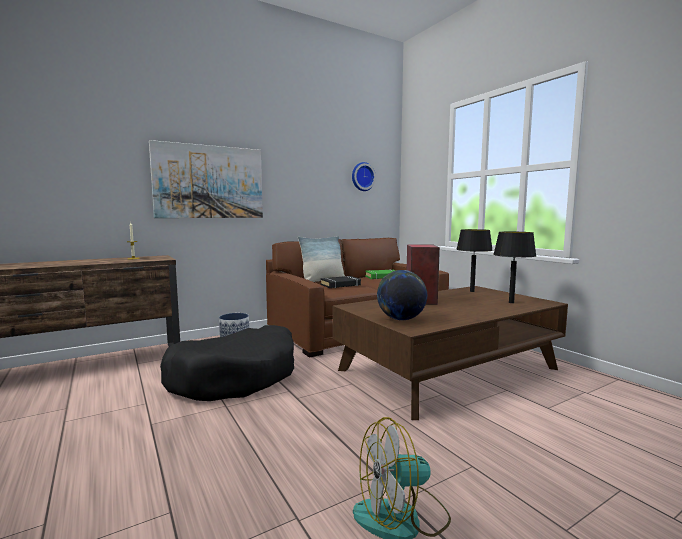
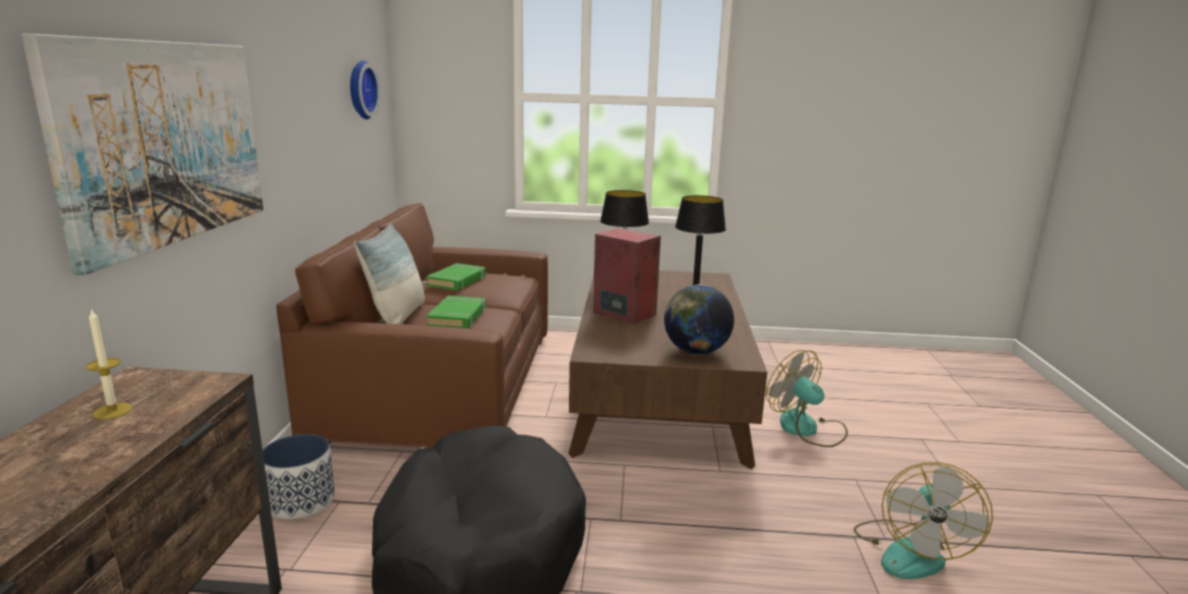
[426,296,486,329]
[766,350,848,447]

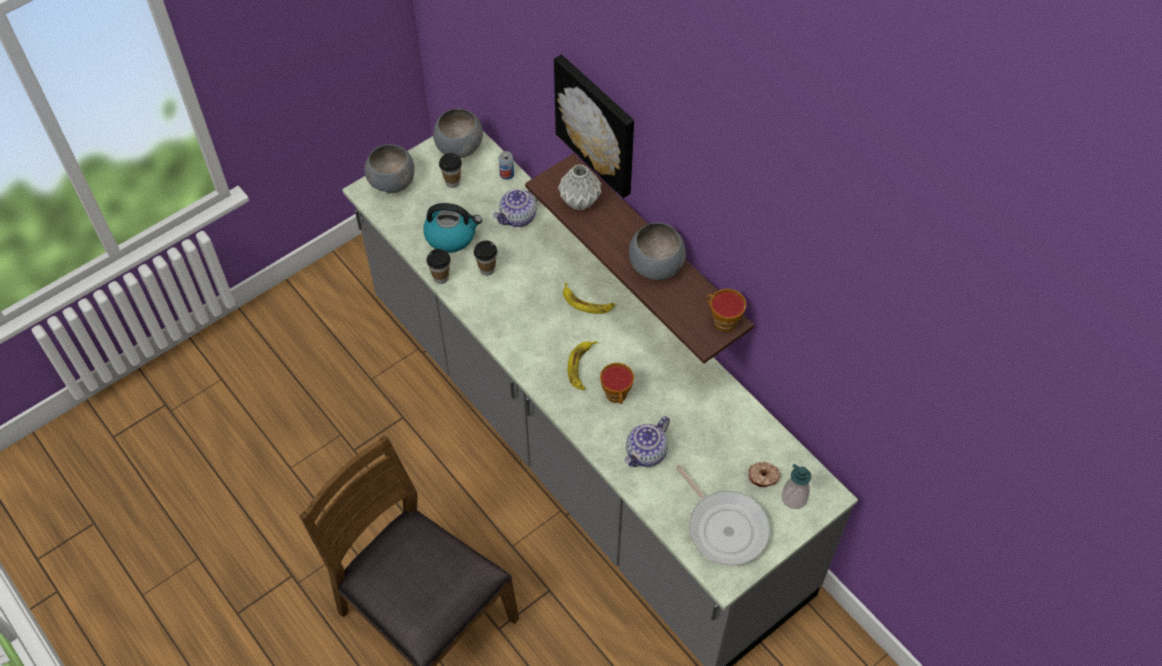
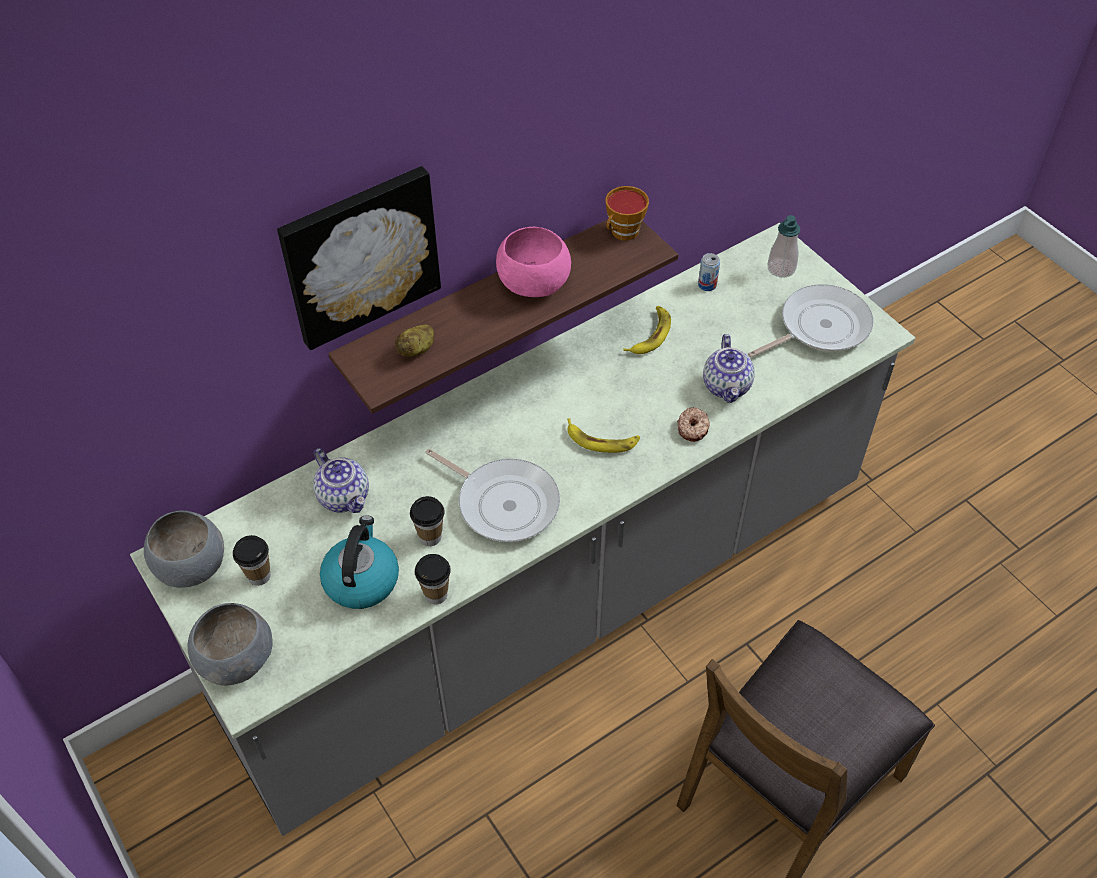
[395,325,434,357]
[425,449,560,542]
[496,227,571,297]
[623,306,671,354]
[677,407,710,442]
[698,253,720,291]
[703,334,755,403]
[600,363,634,404] (first image)

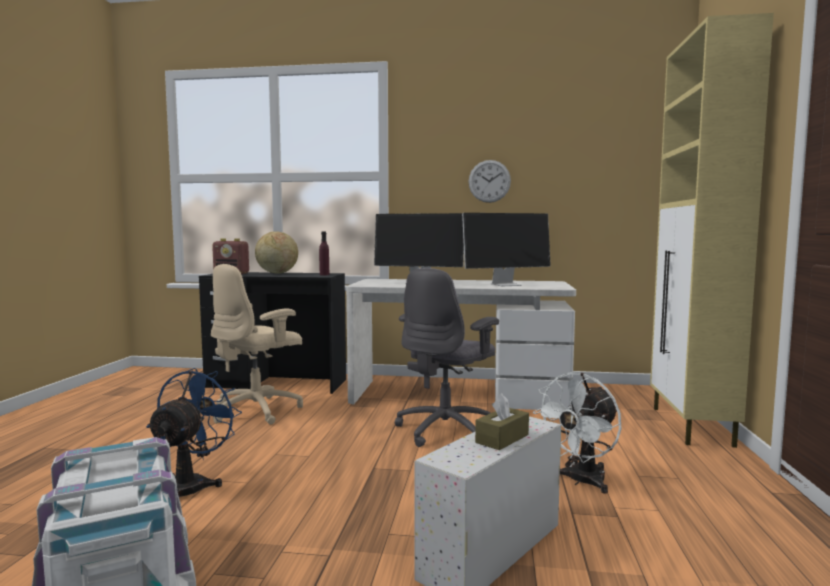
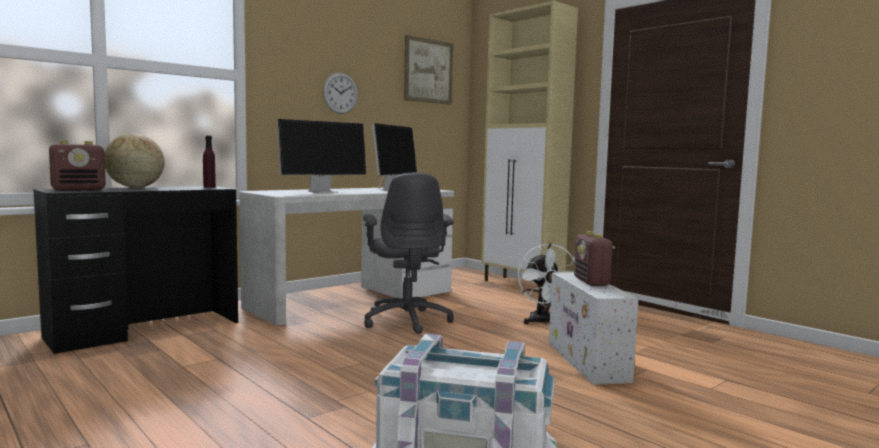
[404,35,453,105]
[574,231,615,286]
[146,368,242,497] (first image)
[211,264,303,425] (first image)

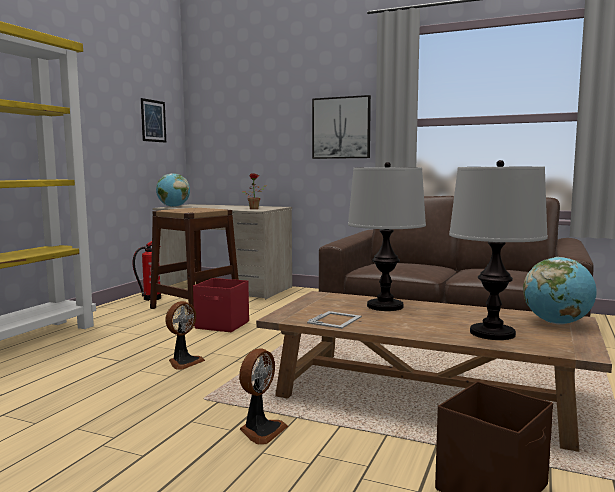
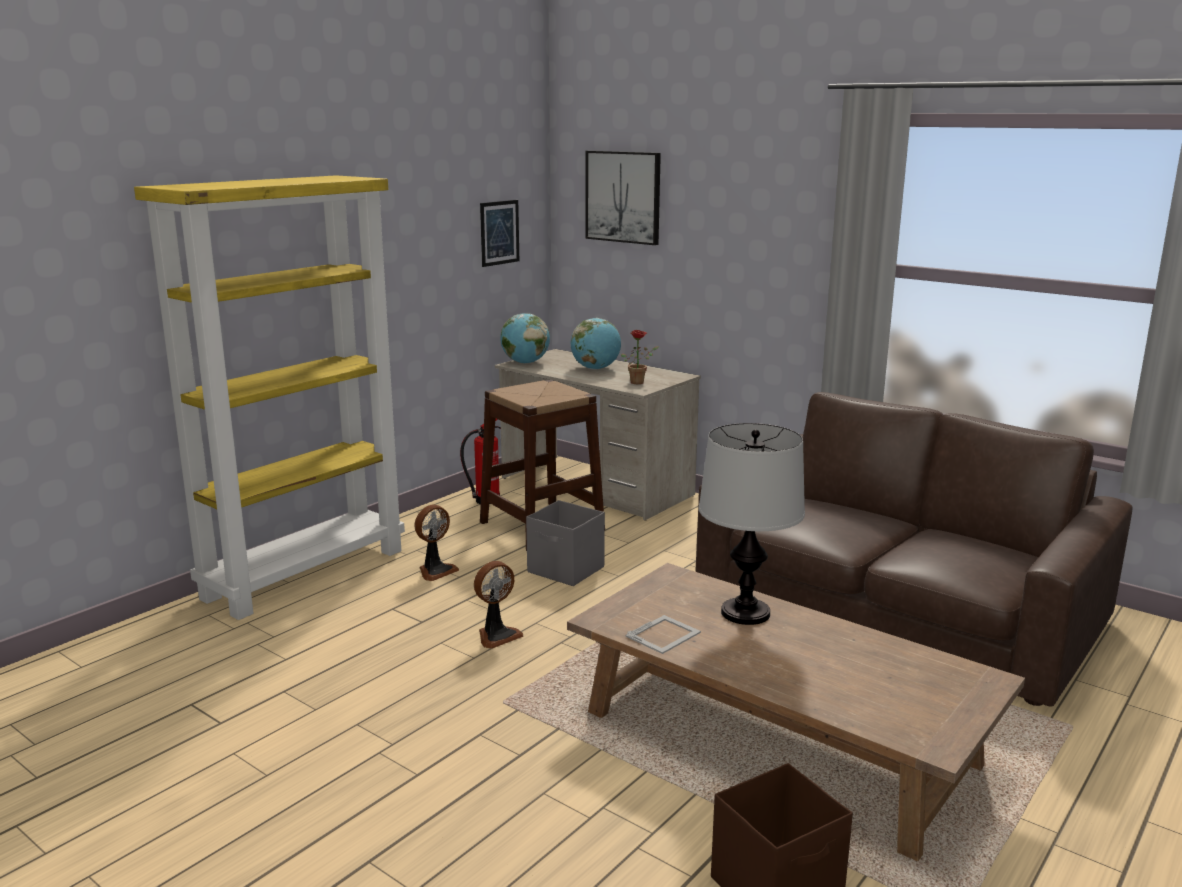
[415,505,459,581]
[526,500,605,586]
[571,318,621,370]
[586,151,661,245]
[449,160,548,340] (first image)

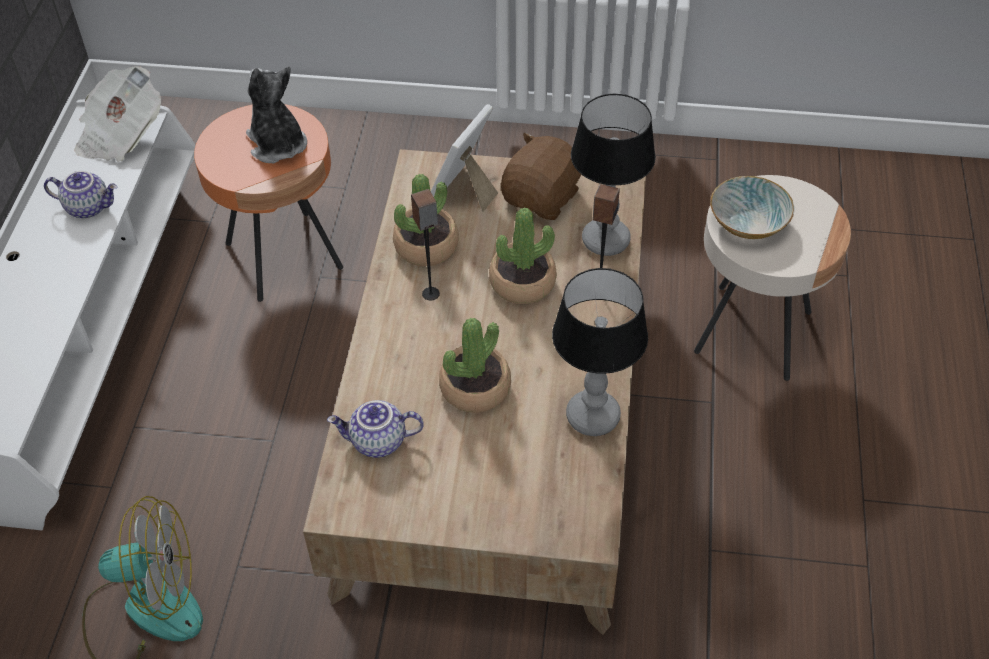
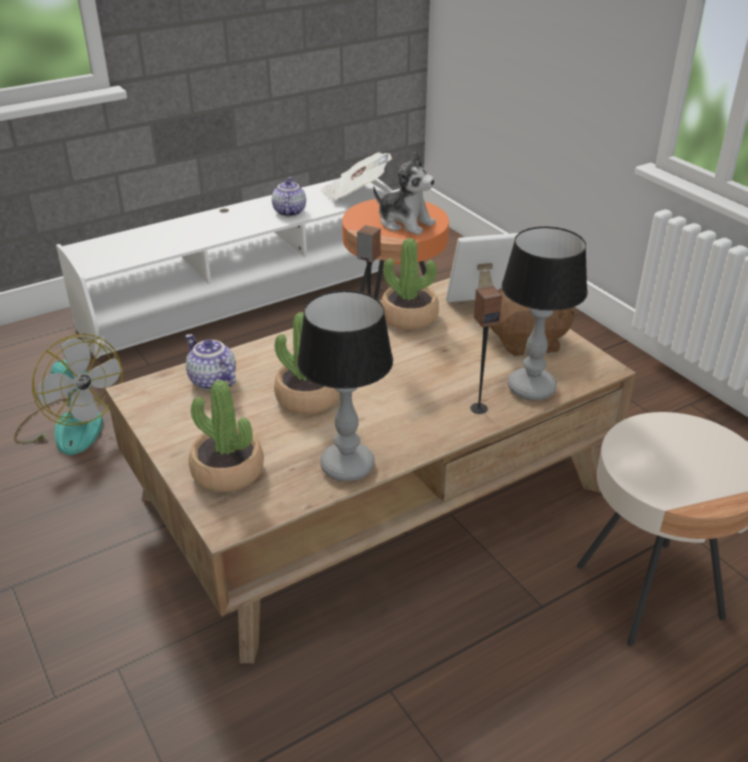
[189,380,264,492]
[272,177,306,217]
[373,152,436,235]
[710,176,795,239] (first image)

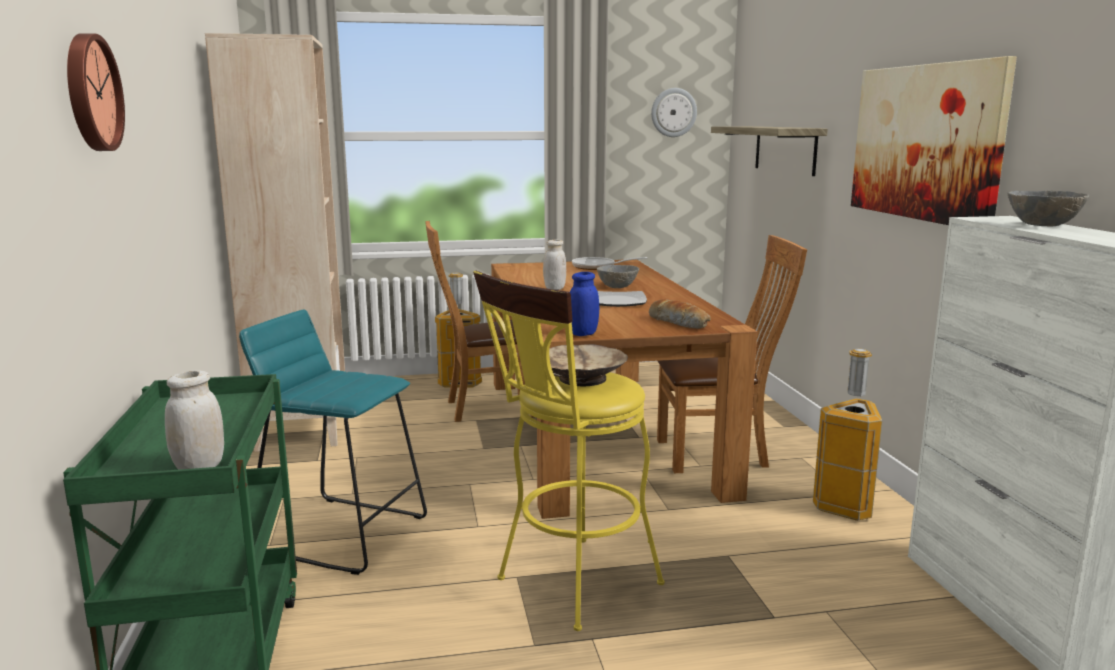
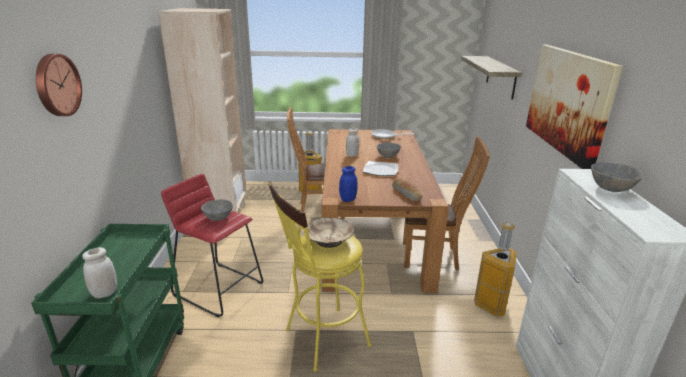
[161,174,263,317]
[201,199,233,221]
[651,88,697,137] (first image)

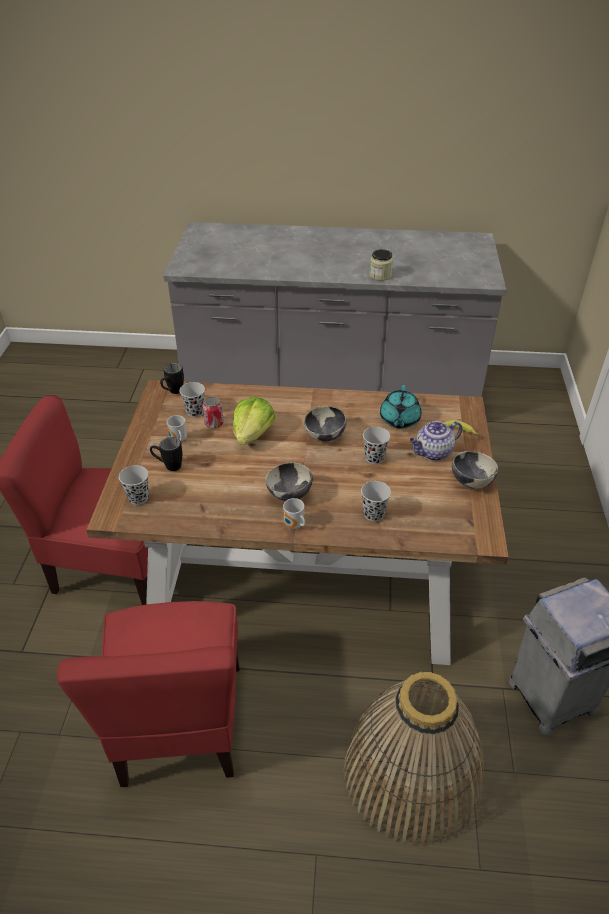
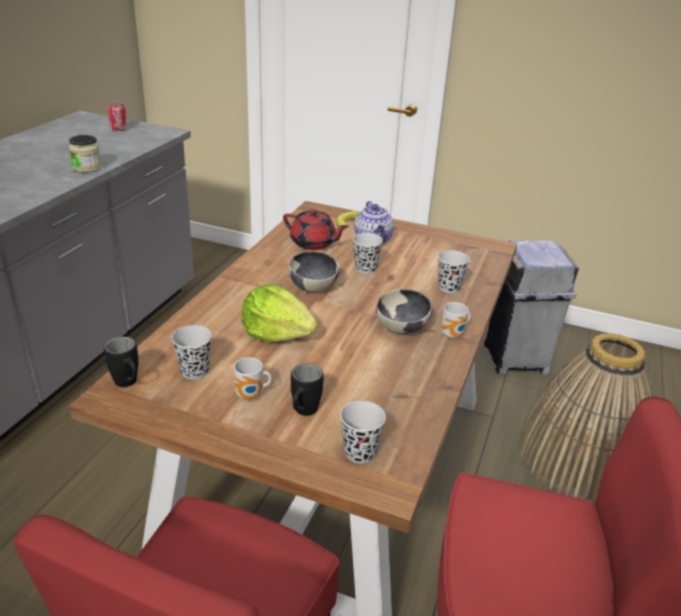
[107,101,128,132]
[283,209,349,250]
[452,451,498,489] (first image)

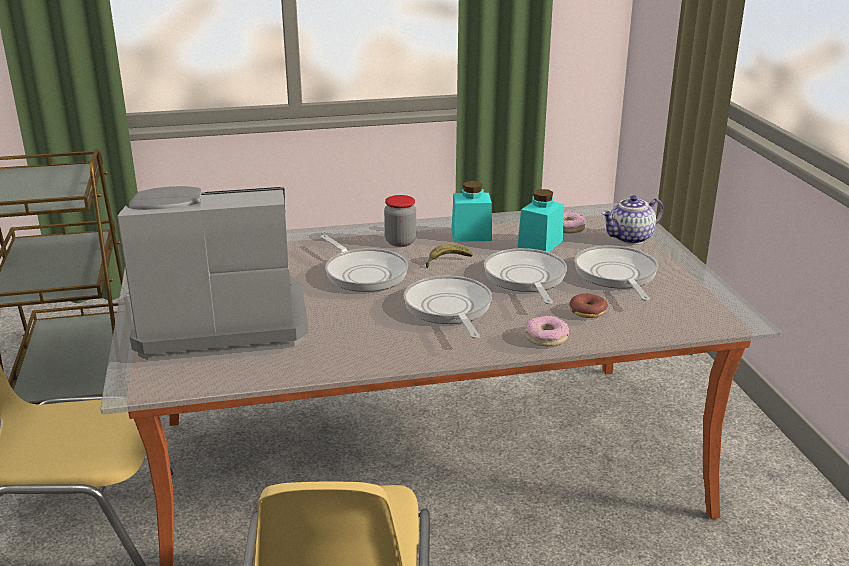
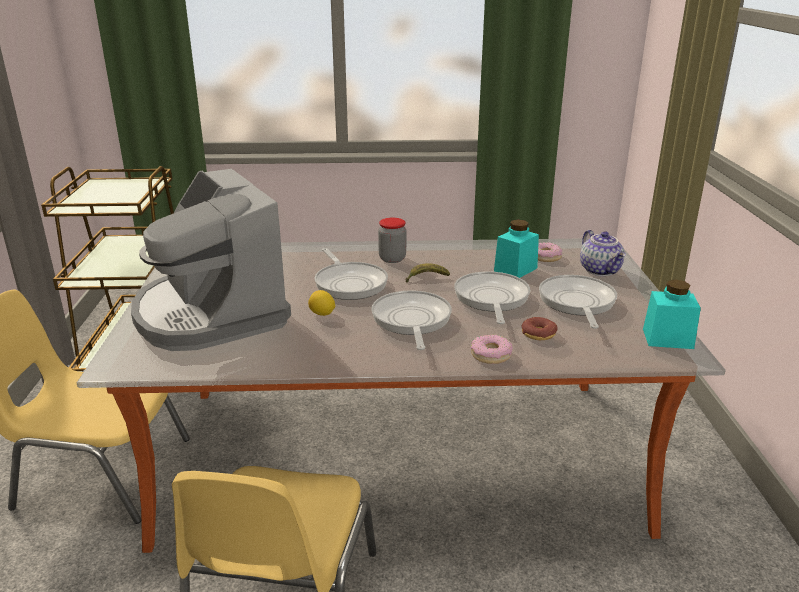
[131,169,291,351]
[308,290,335,316]
[580,230,626,276]
[643,280,701,349]

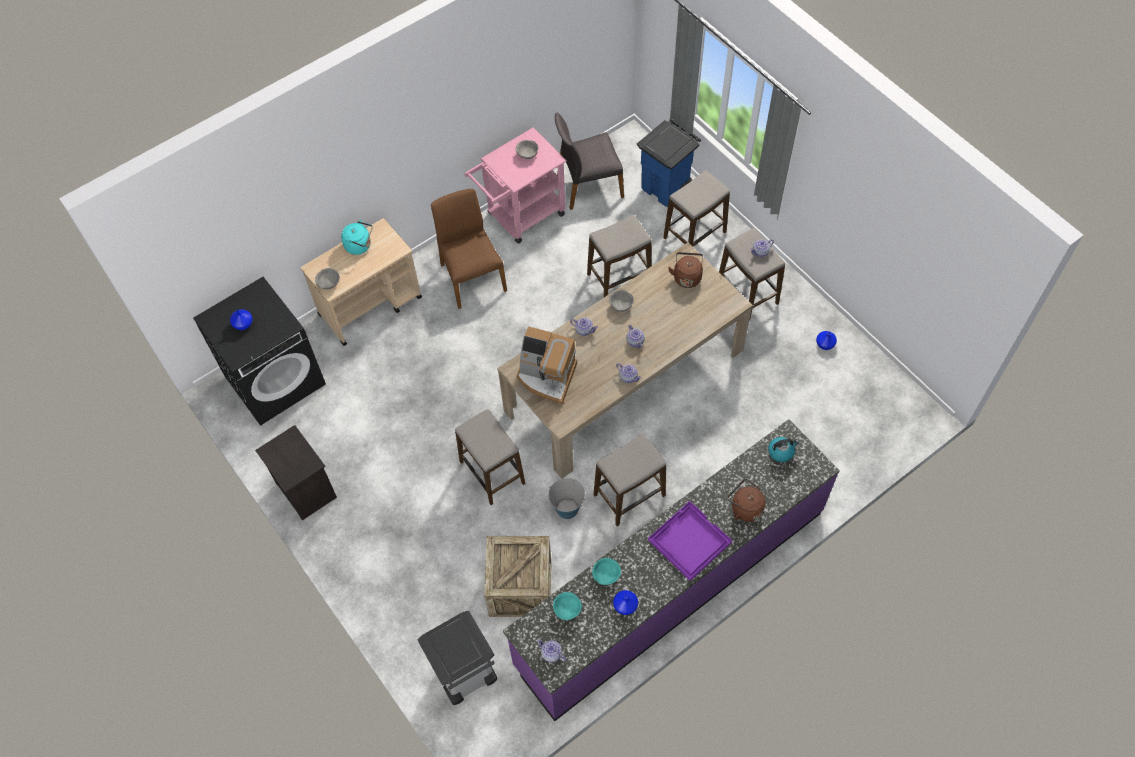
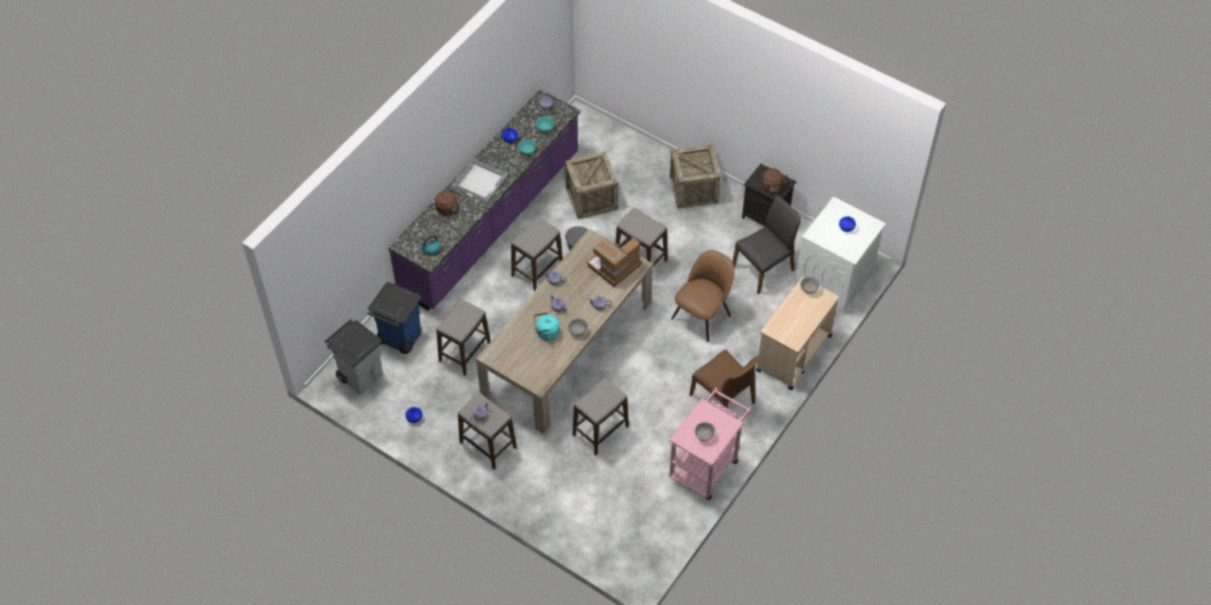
[325,319,383,394]
[367,282,421,354]
[436,299,490,375]
[452,159,507,203]
[534,313,559,341]
[586,237,642,287]
[670,144,721,209]
[671,250,735,342]
[733,197,801,294]
[761,168,787,193]
[794,197,886,313]

